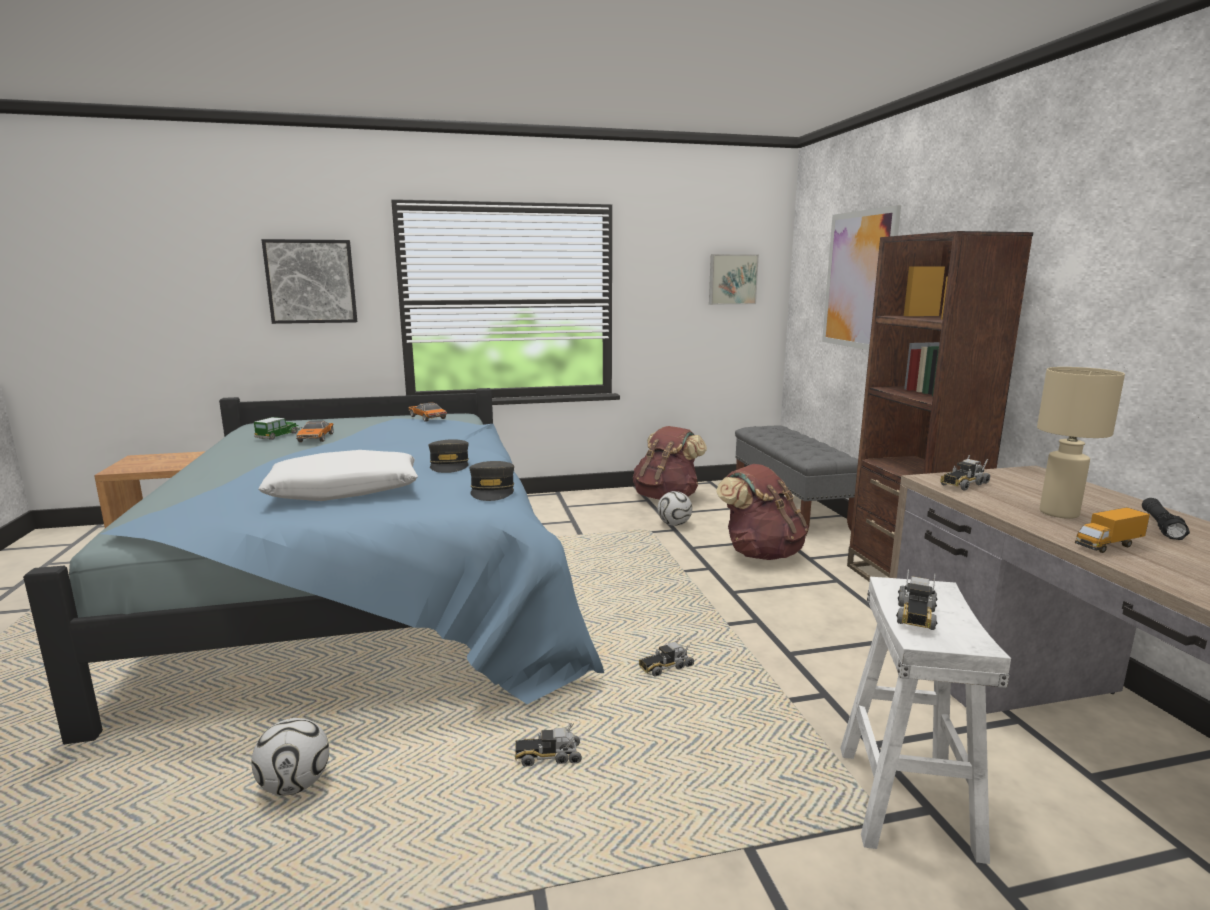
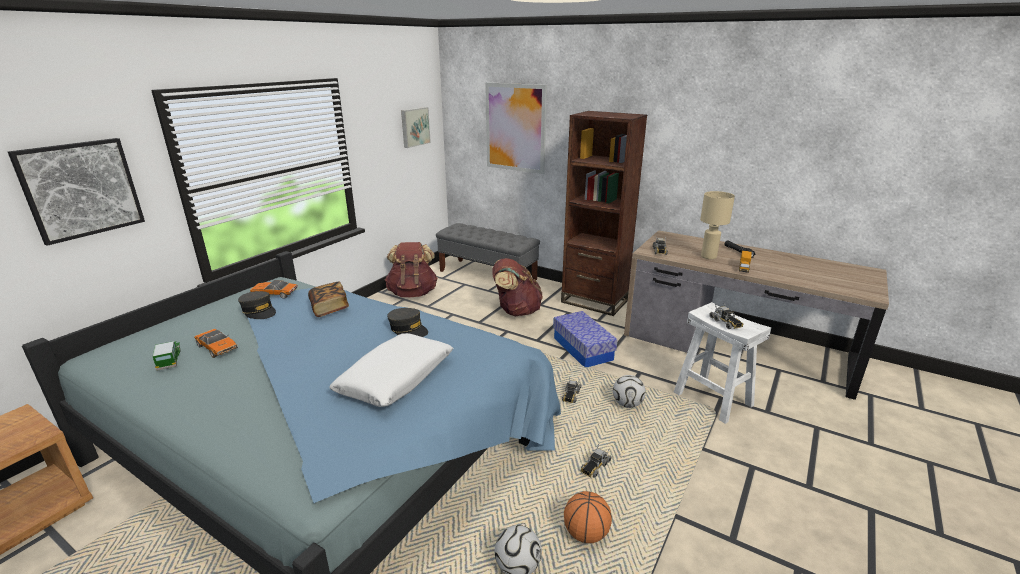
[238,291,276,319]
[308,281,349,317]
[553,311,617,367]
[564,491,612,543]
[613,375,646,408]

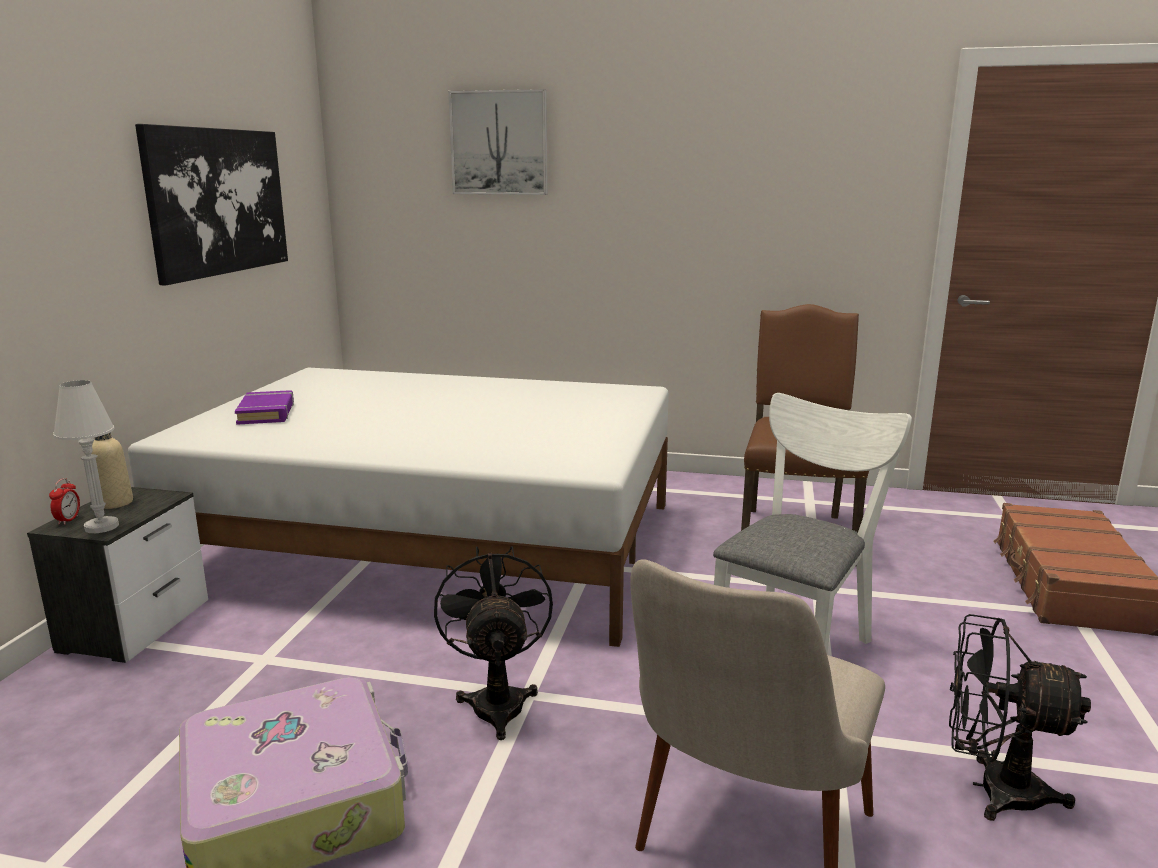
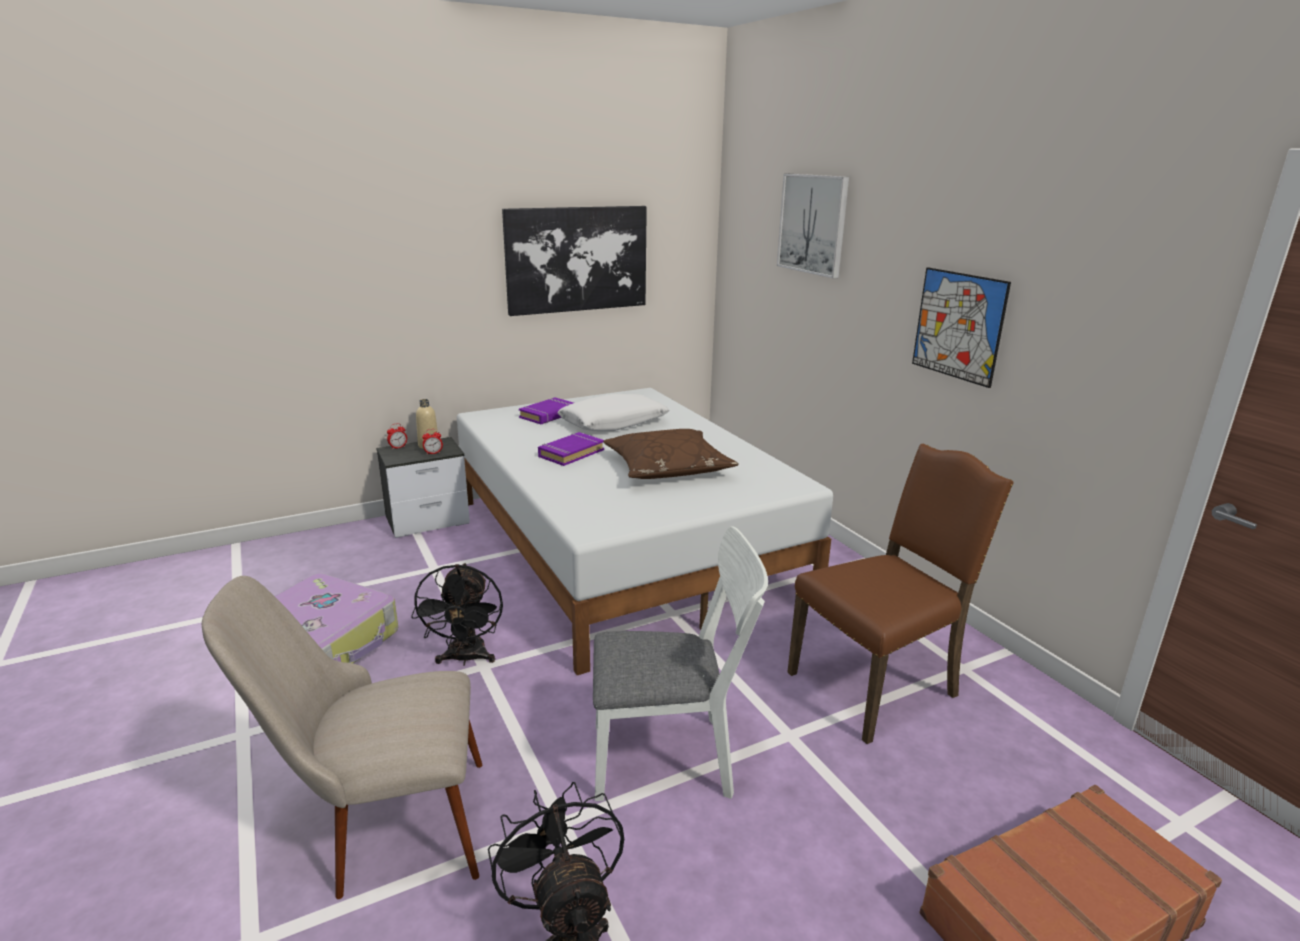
[411,563,503,666]
[422,429,443,455]
[538,432,604,466]
[557,394,669,431]
[603,429,739,479]
[912,267,1011,388]
[53,380,119,533] (first image)

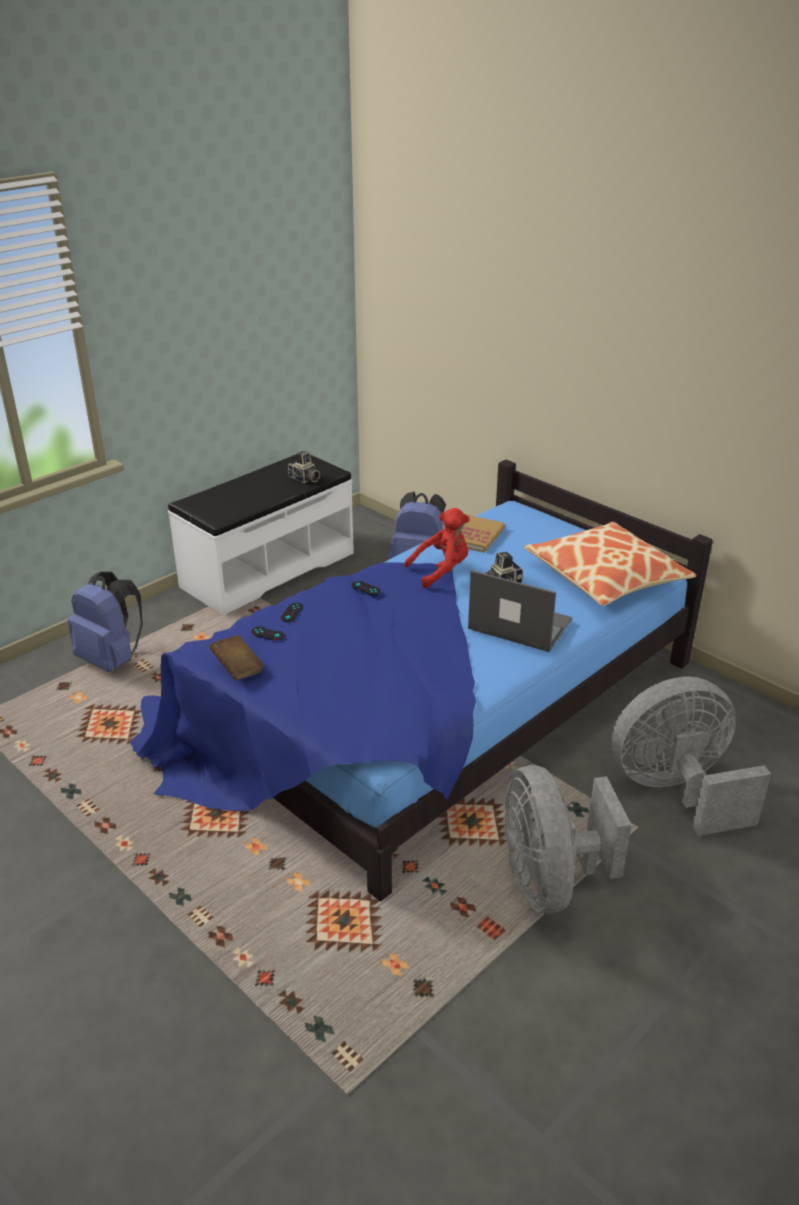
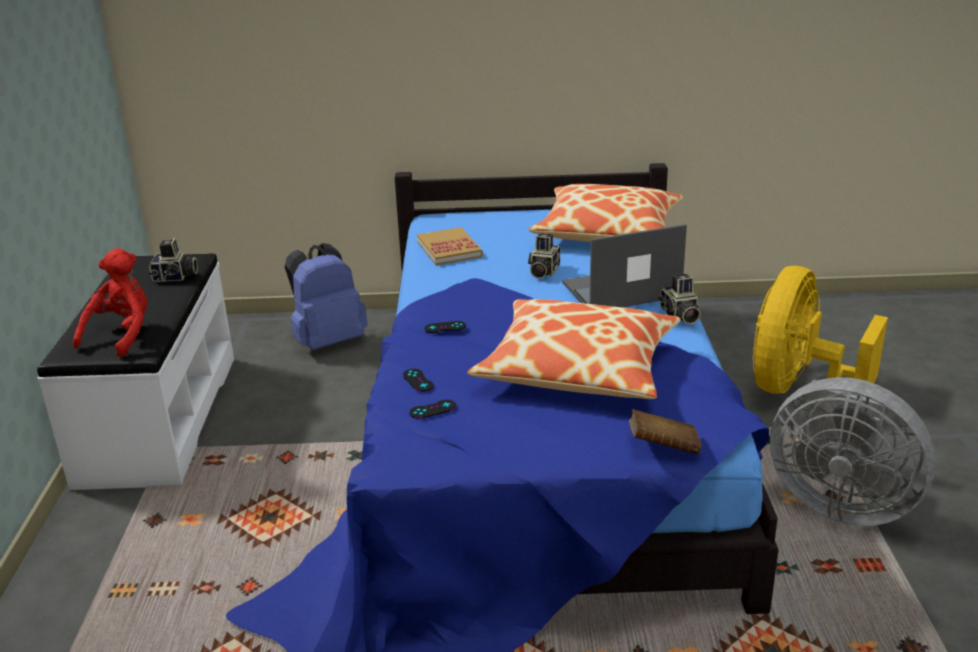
[73,248,148,357]
[468,299,681,399]
[629,409,702,455]
[659,274,701,325]
[752,266,888,394]
[68,572,143,672] (first image)

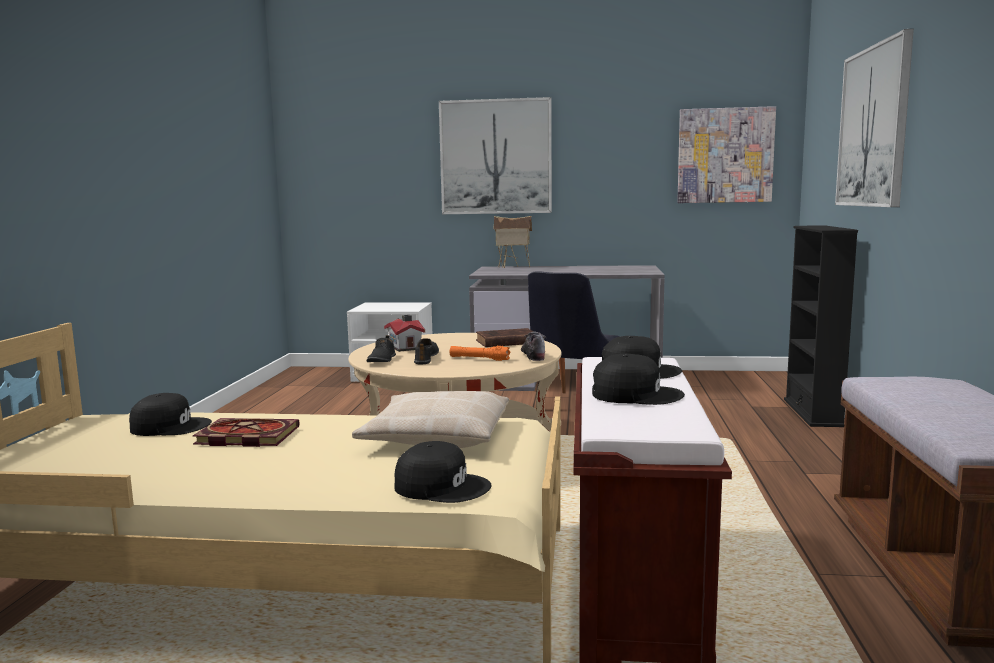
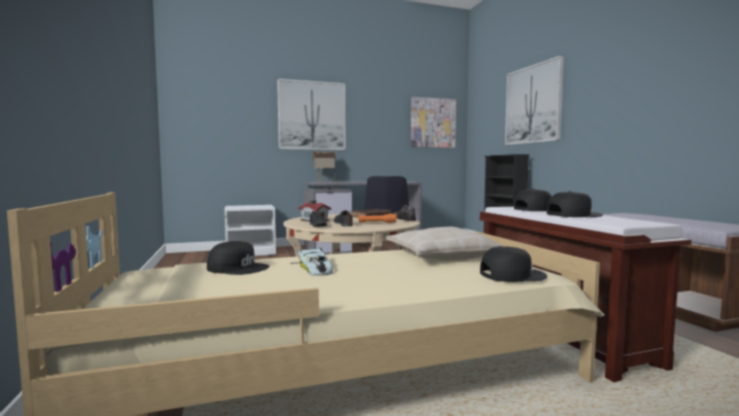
[207,241,270,275]
[290,248,333,276]

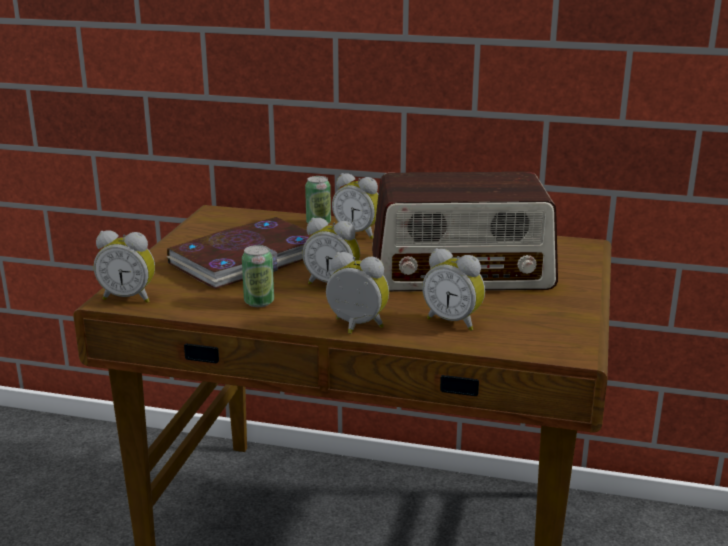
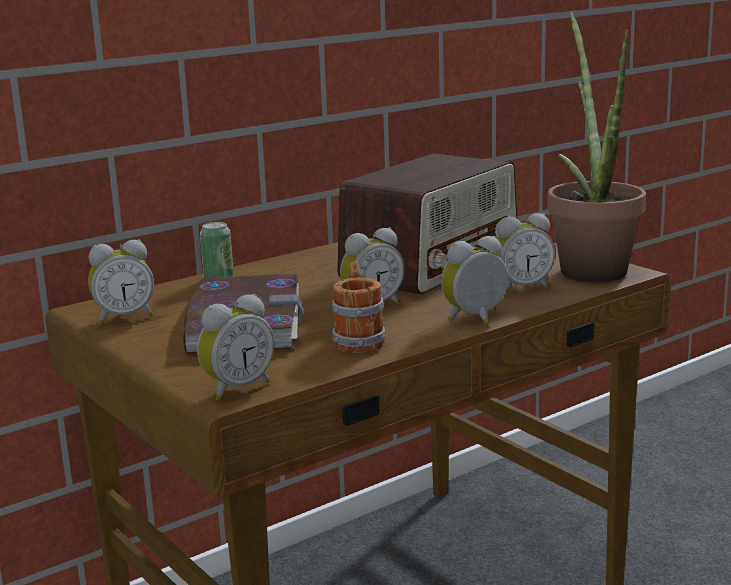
[88,239,154,324]
[332,262,386,353]
[547,12,646,282]

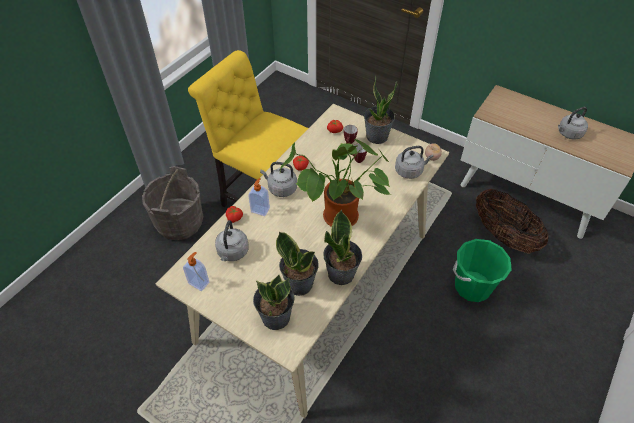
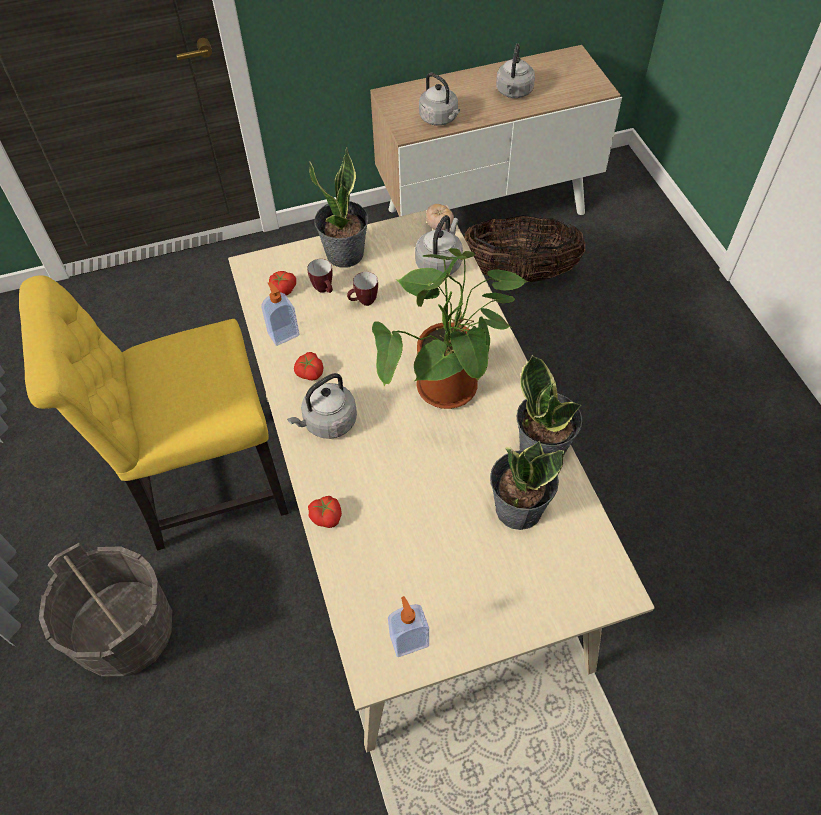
[261,282,300,346]
[419,73,460,126]
[253,275,295,330] (first image)
[452,239,512,302] (first image)

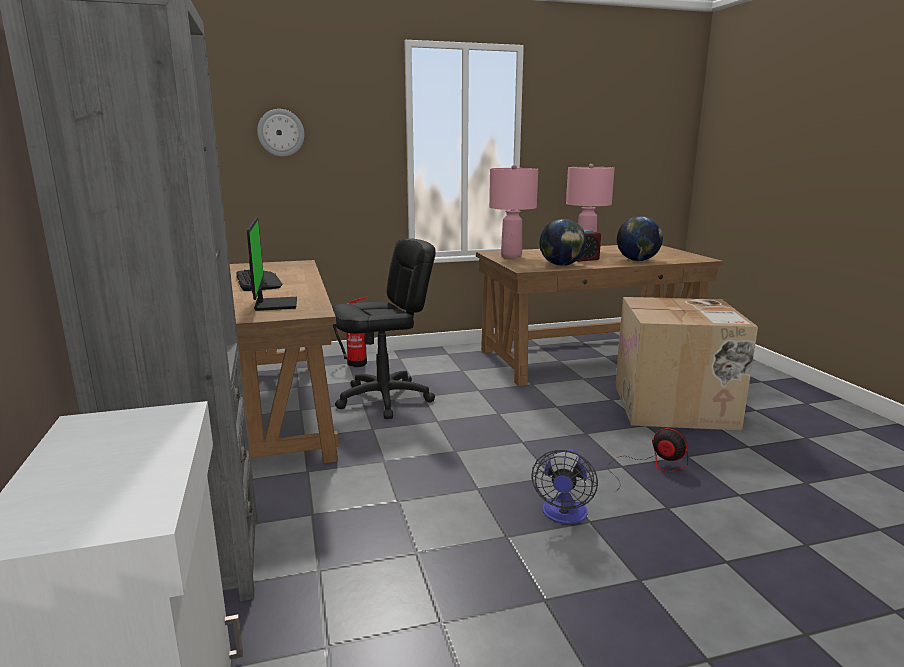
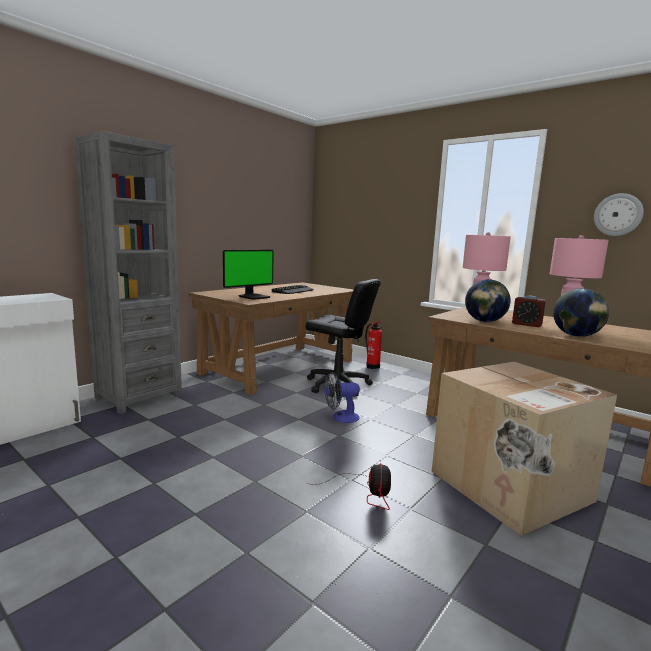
[325,372,360,423]
[594,193,644,236]

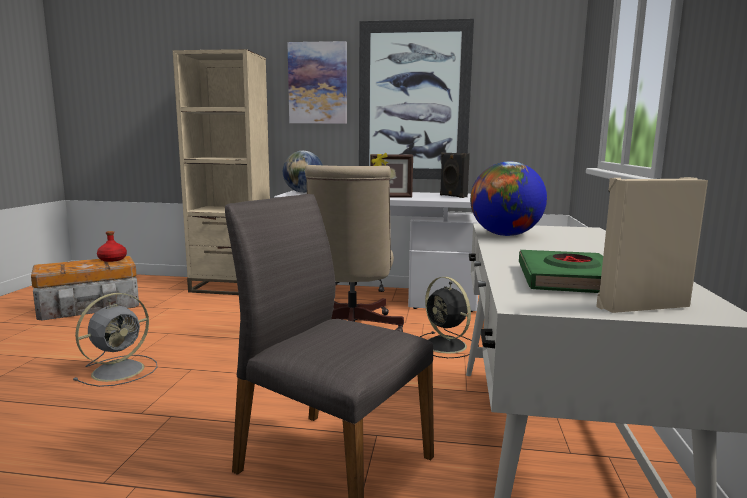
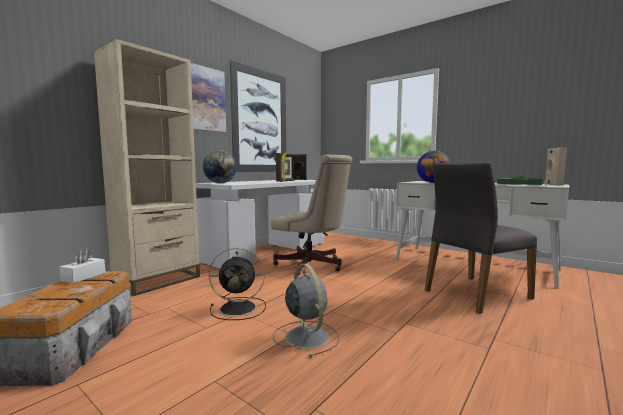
[59,249,106,283]
[209,248,266,320]

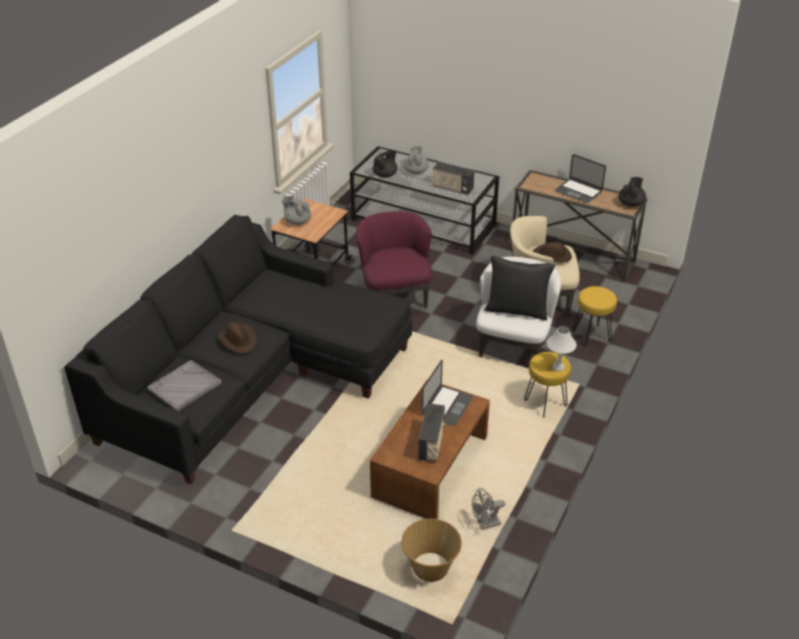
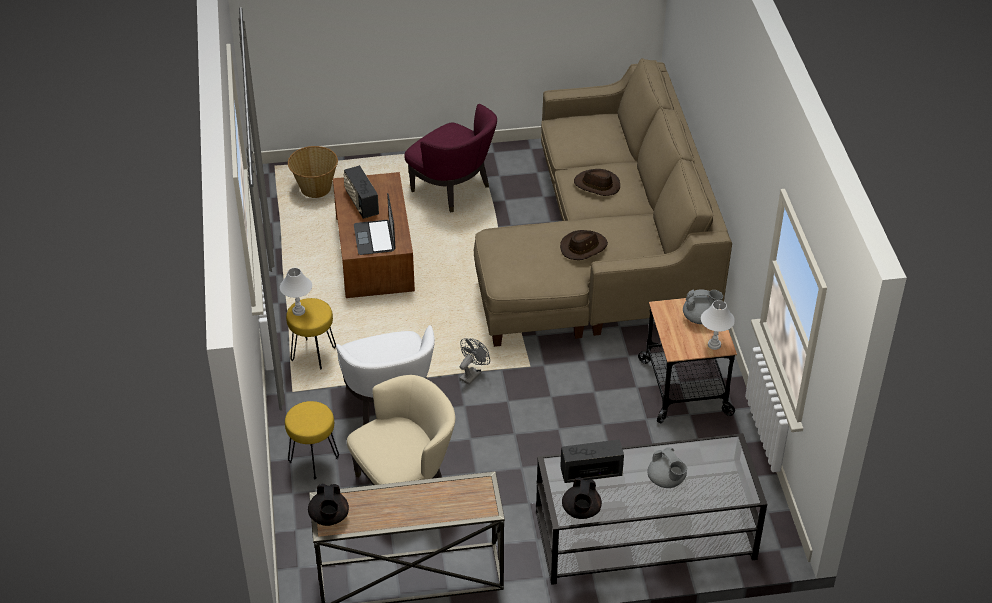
[404,104,497,213]
[460,338,490,385]
[474,58,732,347]
[560,230,608,260]
[562,477,602,519]
[701,300,735,350]
[147,360,222,411] (first image)
[484,256,555,320] (first image)
[555,154,606,203] (first image)

